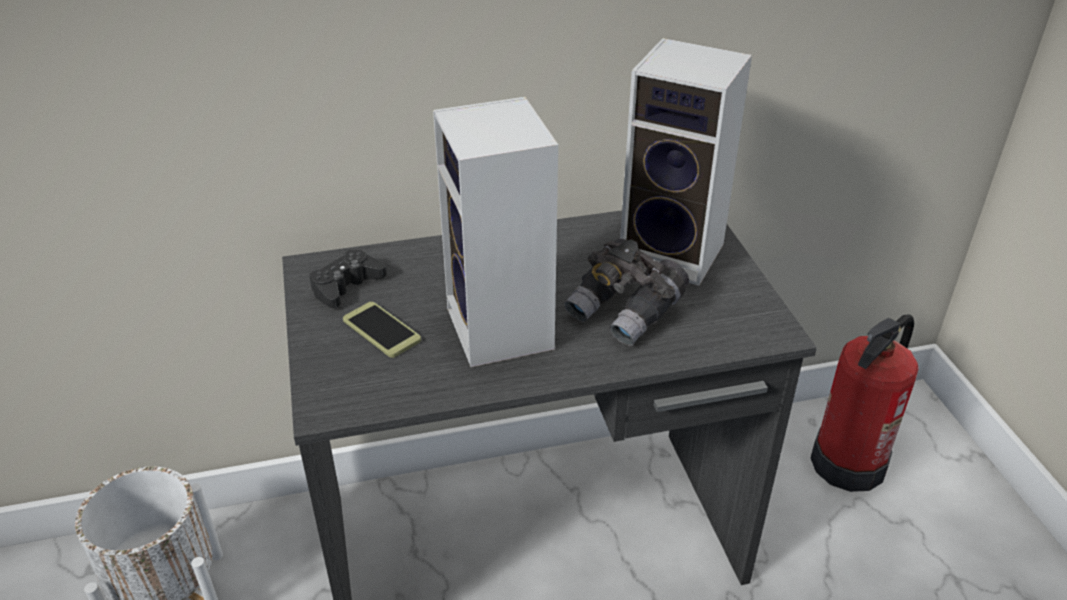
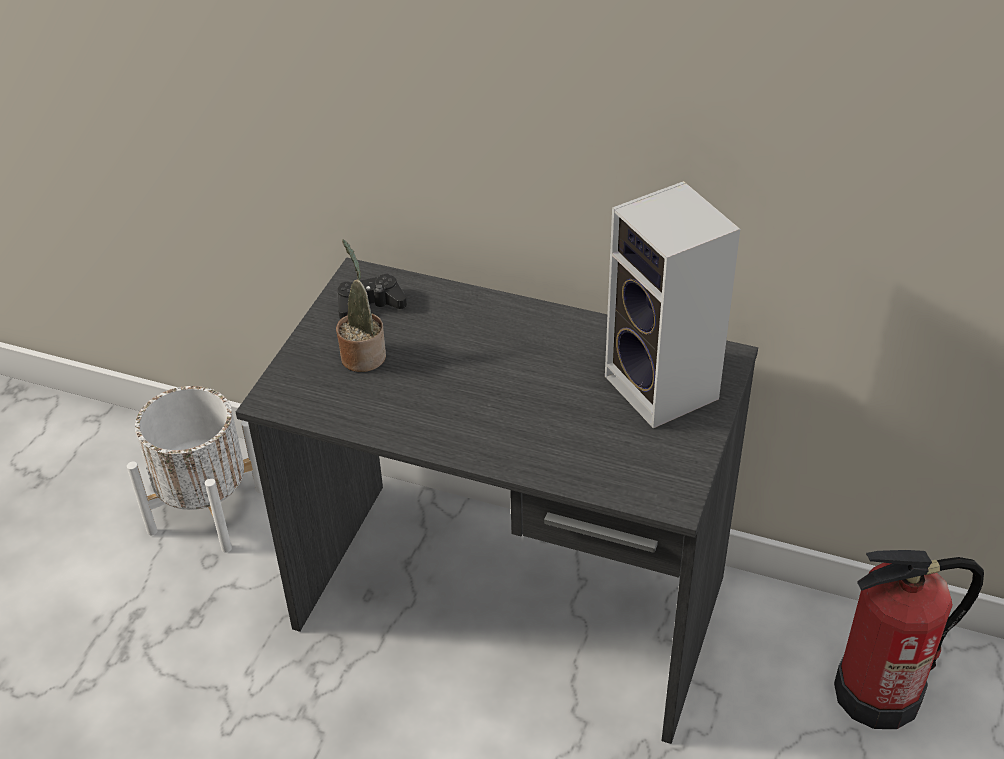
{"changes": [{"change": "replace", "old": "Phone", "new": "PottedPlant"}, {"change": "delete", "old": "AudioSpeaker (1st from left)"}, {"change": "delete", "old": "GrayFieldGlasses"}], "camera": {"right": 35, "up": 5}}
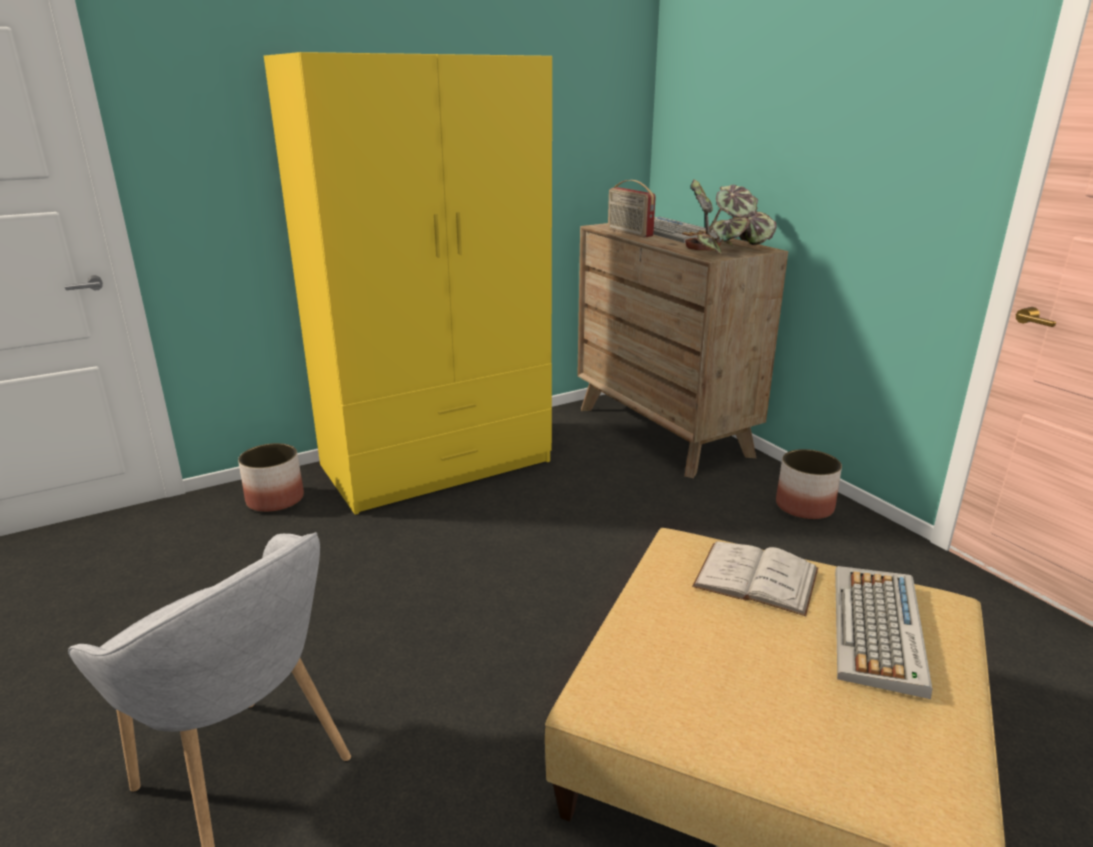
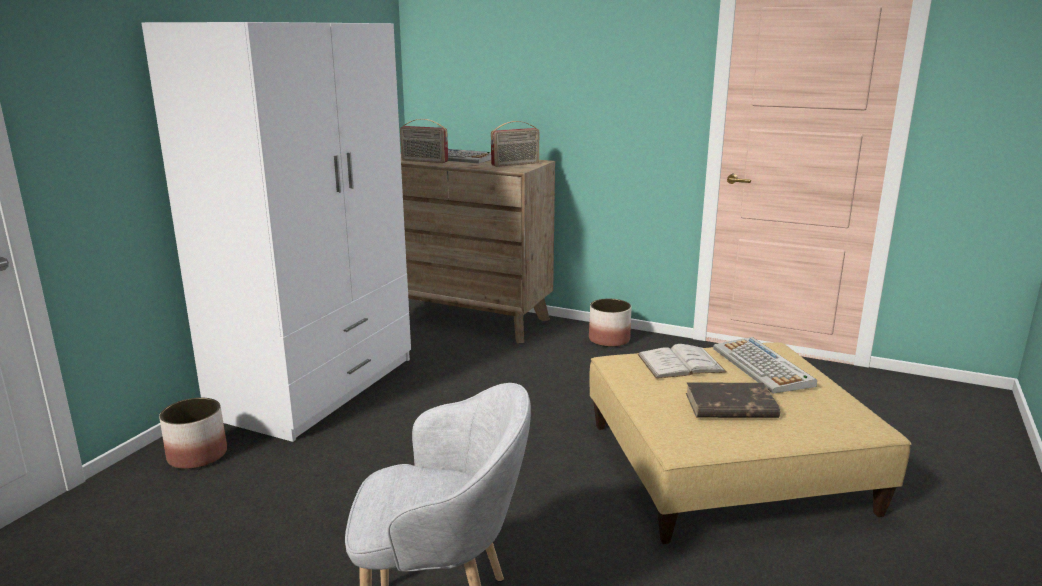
{"changes": [{"change": "recolor", "old": "YellowColouredWardrobe", "new": "WhitishWardrobe"}, {"change": "replace", "old": "PottedPlant", "new": "Radio (2nd from left)"}, {"change": "insert", "new": "BrownColouredBoundBook"}], "camera": {"right": -35, "up": -5}}
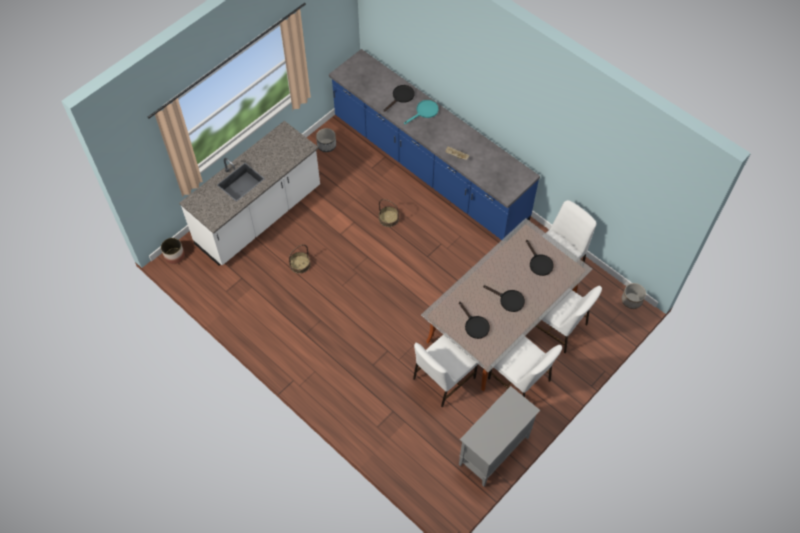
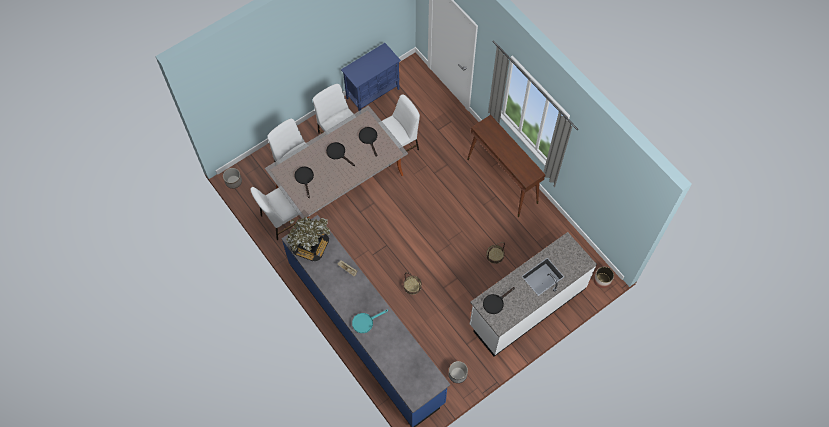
{"changes": [{"change": "insert", "new": "PottedPlant"}, {"change": "recolor", "old": "GrayCabinet", "new": "BlueColouredCabinet"}, {"change": "insert", "new": "BrownColouredHallTable"}, {"change": "move", "old": "BlackPan (1st from left in the first image)", "new": "BlackPan (4th from left)"}], "camera": {"right": -170, "up": 5}}
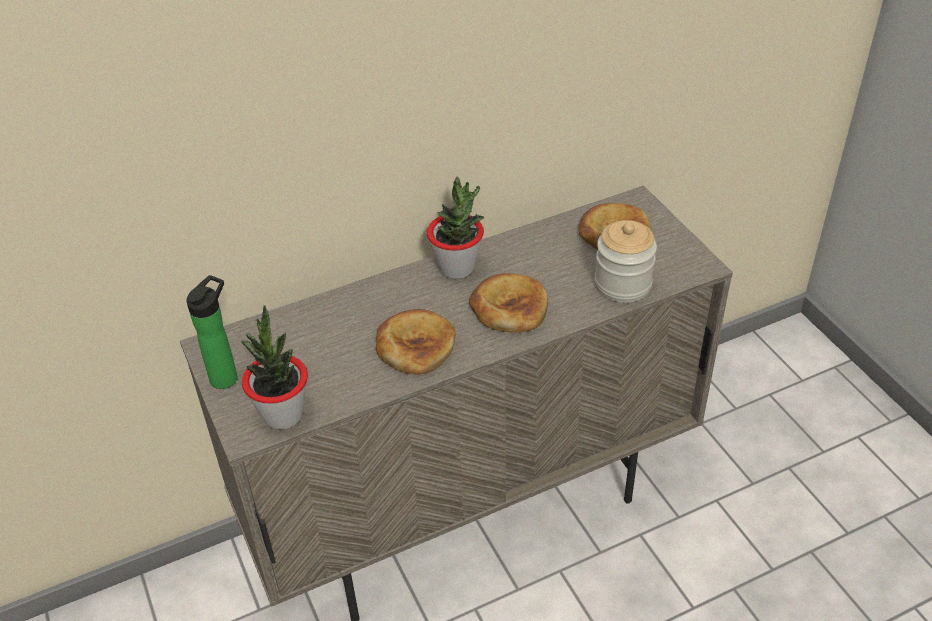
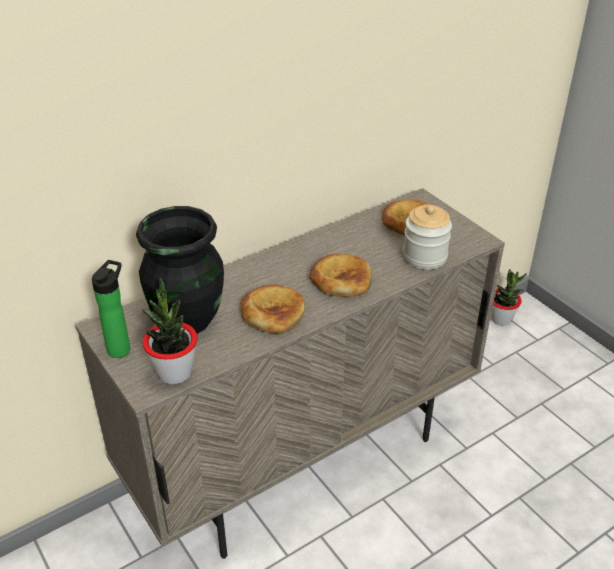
{"changes": [{"change": "insert", "new": "BlackVase"}, {"change": "move", "old": "PottedPlant (2nd from left)"}], "camera": {"right": -10, "up": -5}}
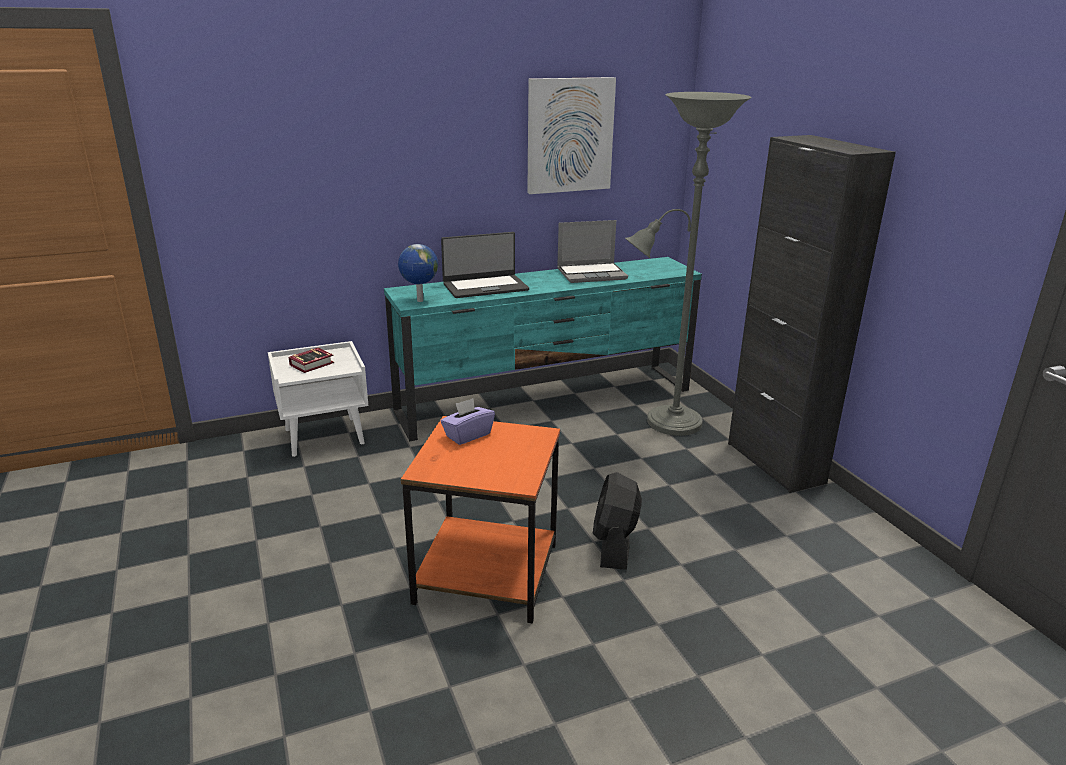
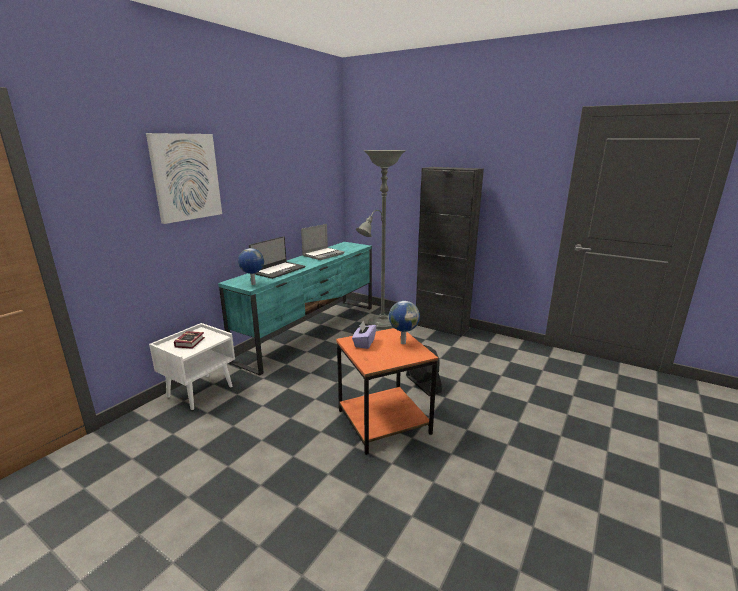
{"changes": [{"change": "move", "old": "Picture"}, {"change": "insert", "new": "WorldGlobe (2nd from left)"}], "camera": {"right": -35, "up": -5}}
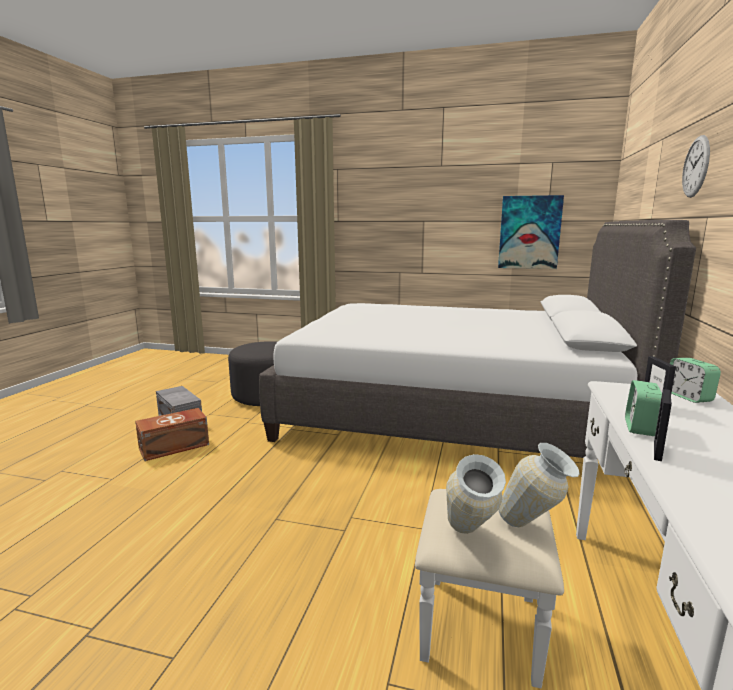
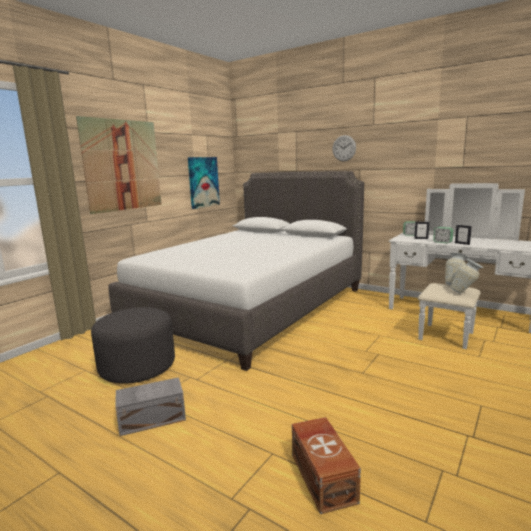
{"changes": [{"change": "insert", "new": "Picture (1st from left)"}, {"change": "move", "old": "BrownColouredStorageBox"}], "camera": {"right": -70, "up": 0}}
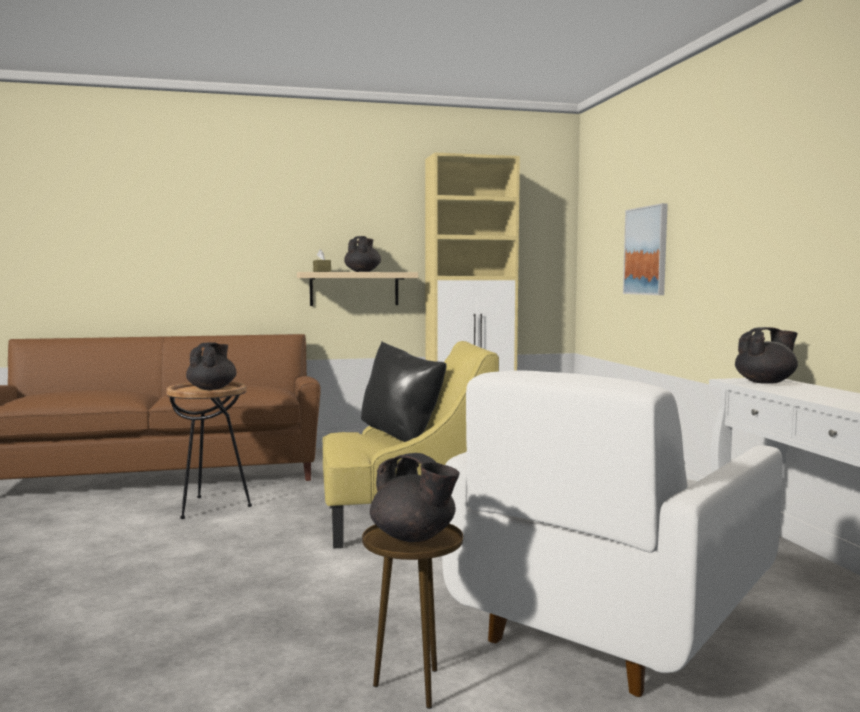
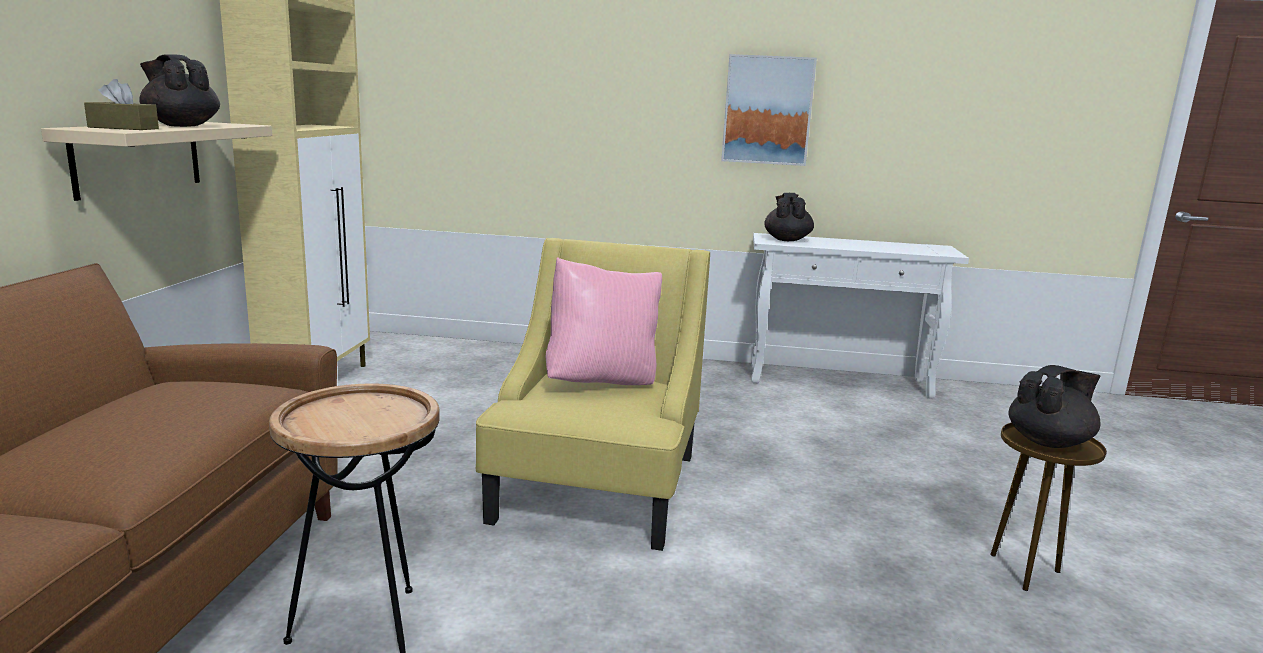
{"changes": [{"change": "recolor", "old": "BlackPillow", "new": "PinkPillow"}, {"change": "move", "old": "Picture"}, {"change": "delete", "old": "BlackPotForTea (1st from left)"}, {"change": "delete", "old": "WhitishArmchair"}], "camera": {"right": -70, "up": 10}}
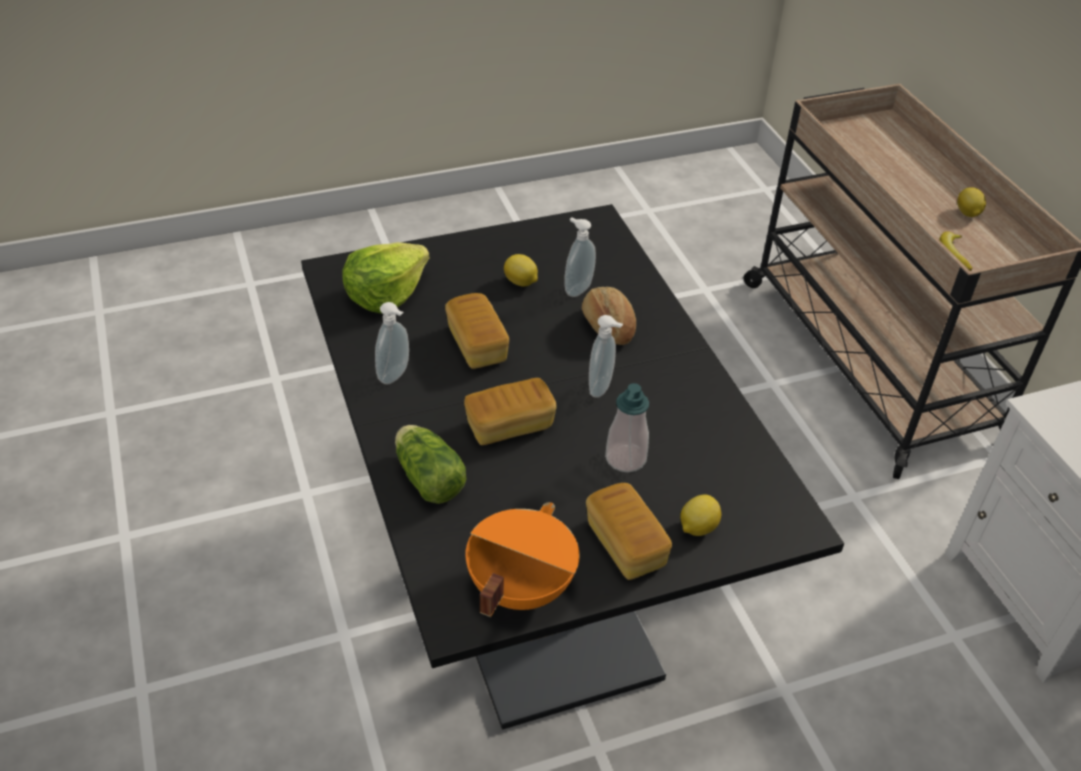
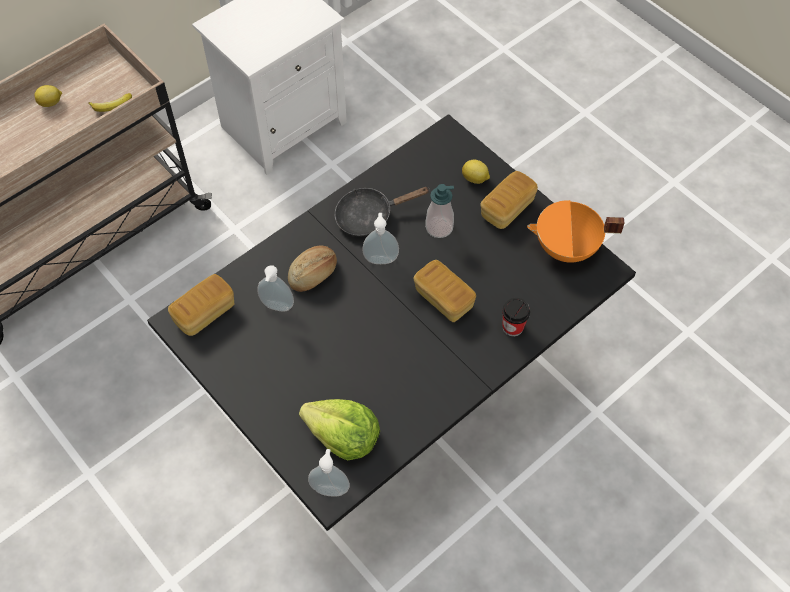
{"changes": [{"change": "move", "old": "BakedBread (1st from left)"}, {"change": "move", "old": "LiquidSoapBottle (1st from left in the first image)", "new": "LiquidSoapBottle (2nd from left)"}, {"change": "insert", "new": "BlackPan"}, {"change": "replace", "old": "Lettuce (2nd from left)", "new": "DrinkingCup"}, {"change": "delete", "old": "CitrusFruit (1st from left)"}], "camera": {"right": -110, "up": 15}}
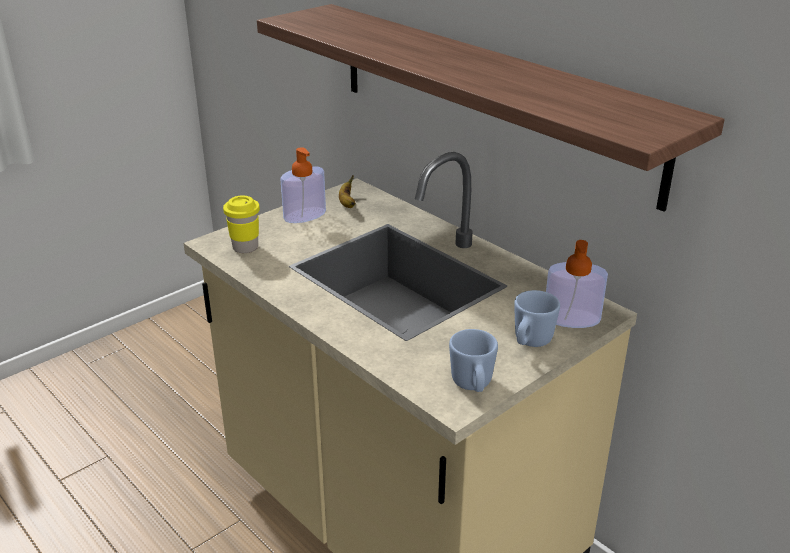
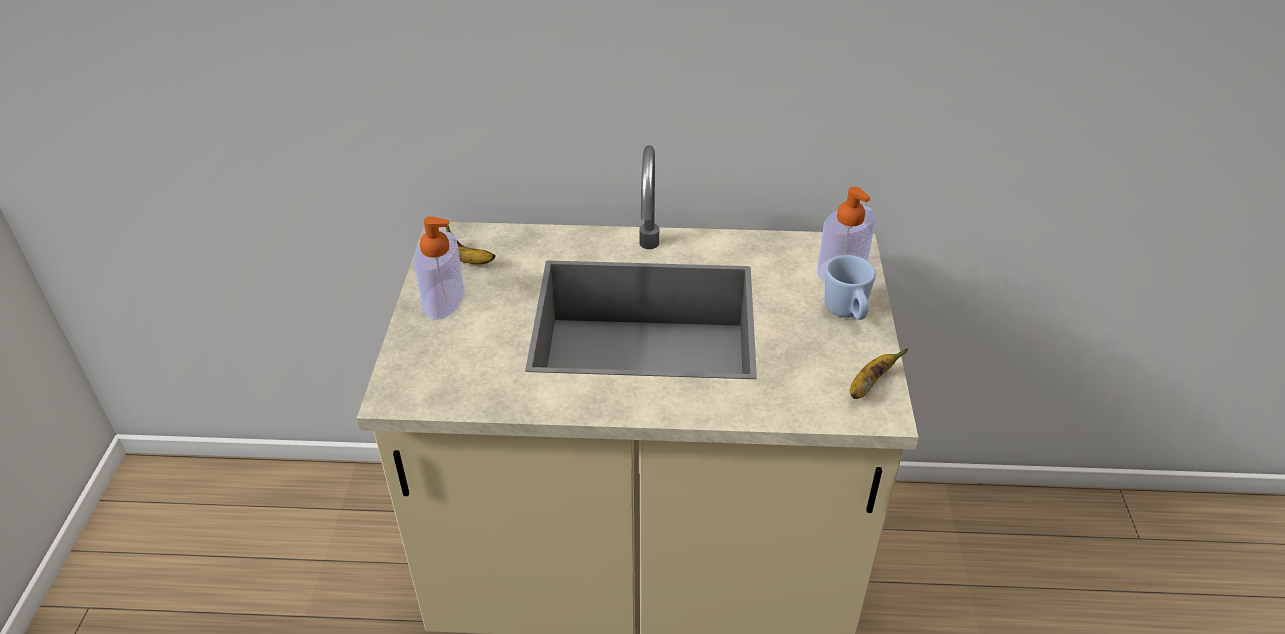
{"changes": [{"change": "replace", "old": "BlueColouredTeaMug (1st from left)", "new": "WholeBanana (2nd from left)"}, {"change": "delete", "old": "YellowColouredDrinkingCup"}, {"change": "delete", "old": "Shelf"}], "camera": {"right": -45, "up": 10}}
